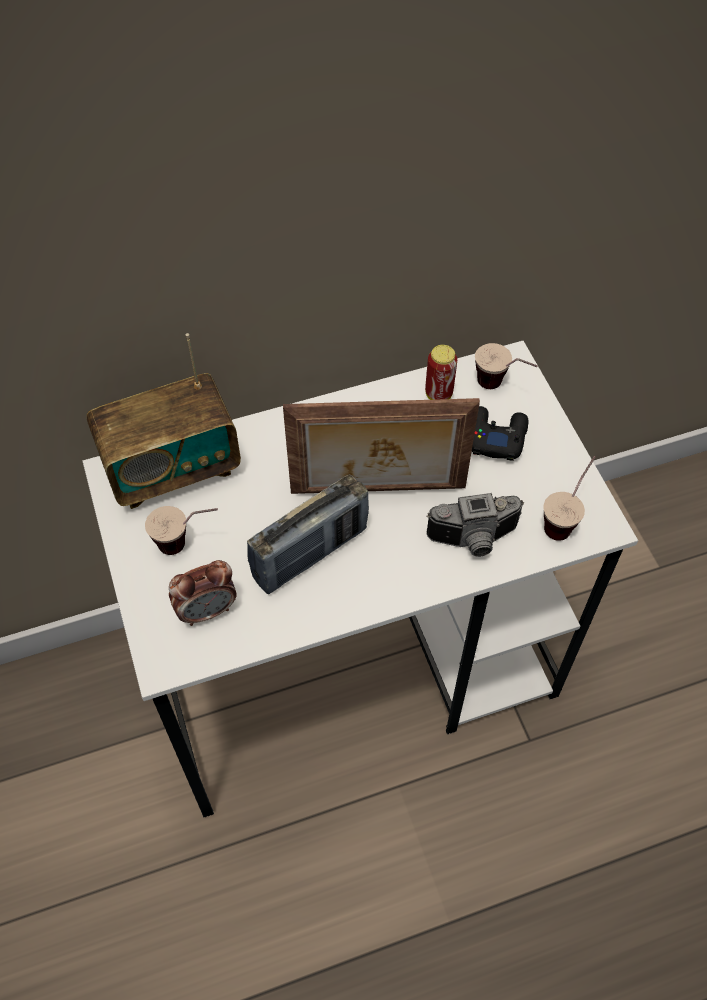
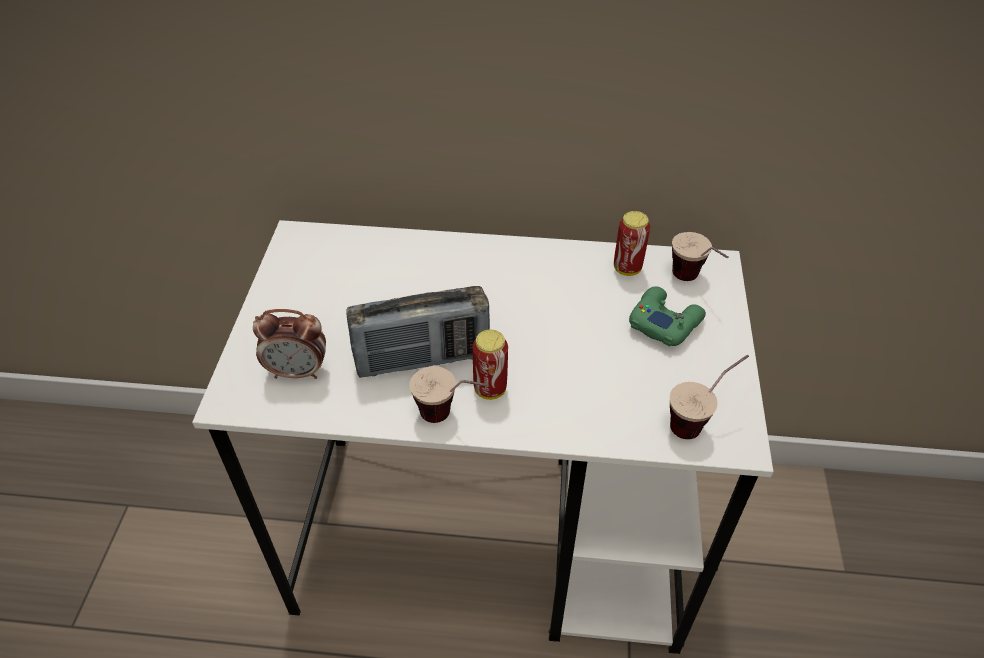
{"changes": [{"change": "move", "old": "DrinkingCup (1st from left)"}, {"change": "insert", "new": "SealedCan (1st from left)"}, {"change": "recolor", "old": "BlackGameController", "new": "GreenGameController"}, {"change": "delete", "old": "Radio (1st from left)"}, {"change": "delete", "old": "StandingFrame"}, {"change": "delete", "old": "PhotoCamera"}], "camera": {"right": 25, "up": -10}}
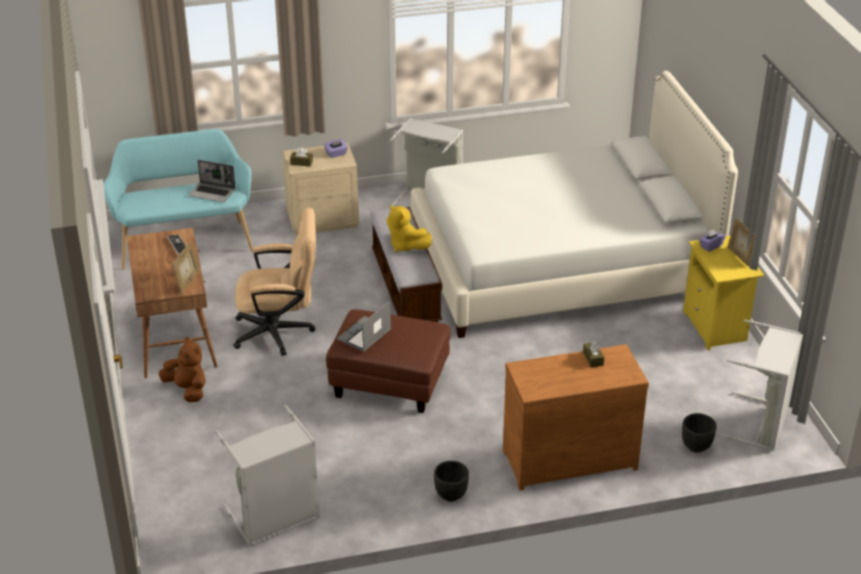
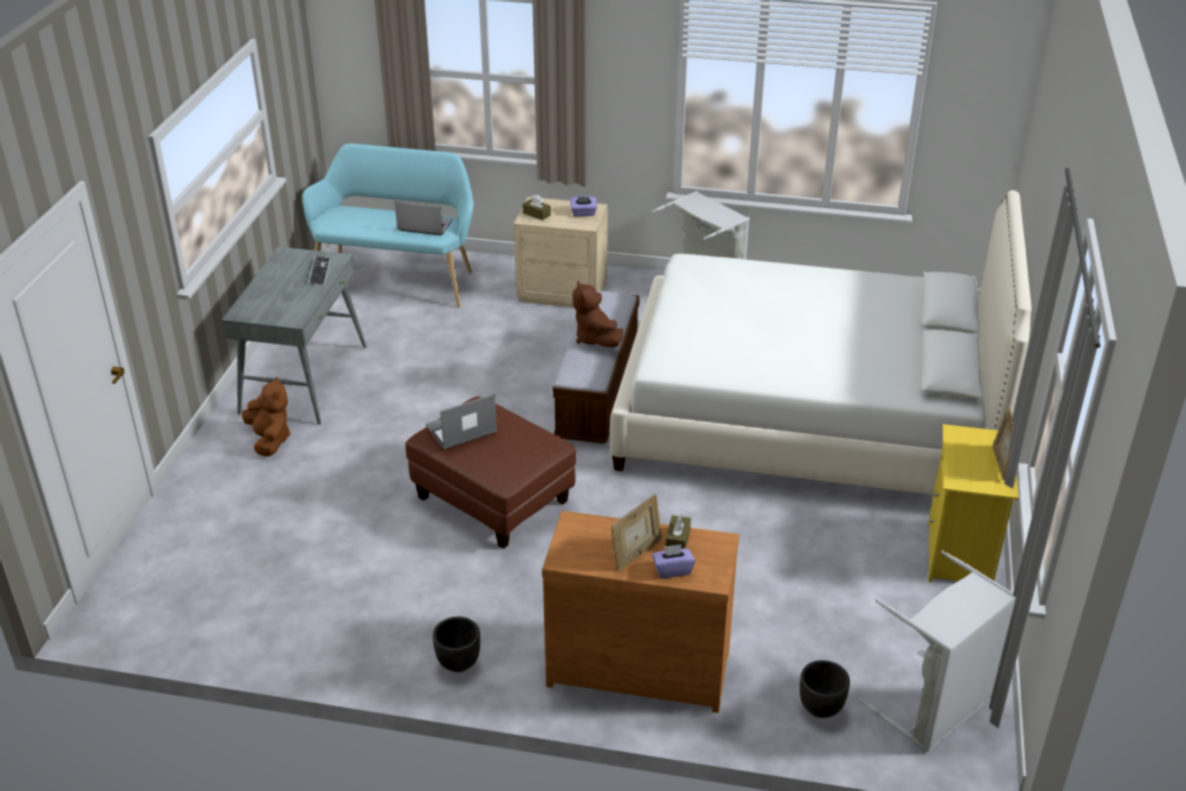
{"changes": [{"change": "recolor", "old": "BrownColouredDeskUnit", "new": "GrayDeskUnit"}, {"change": "rotate", "old": "PortableComputer (1st from left)", "degrees": 150}, {"change": "recolor", "old": "YellowColouredSoftToy", "new": "BrownColouredSoftToy (2nd from left)"}, {"change": "move", "old": "StandingFrame (1st from left)"}, {"change": "move", "old": "PurpleTissueHolder (2nd from left)"}, {"change": "delete", "old": "GrayLaundryBasket (1st from left)"}, {"change": "delete", "old": "BeigeColouredOfficeChair"}], "camera": {"right": 25, "up": 0}}
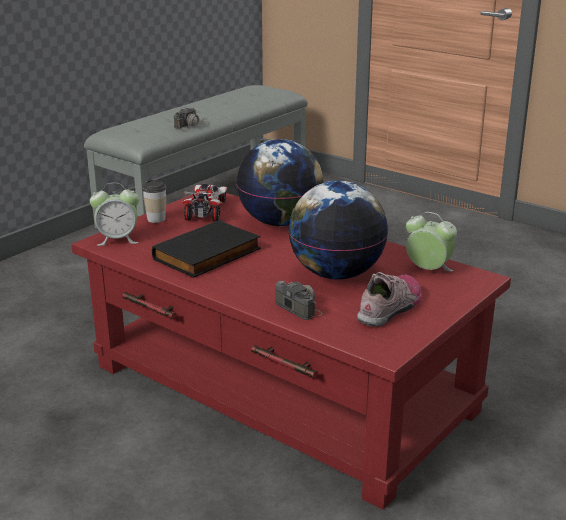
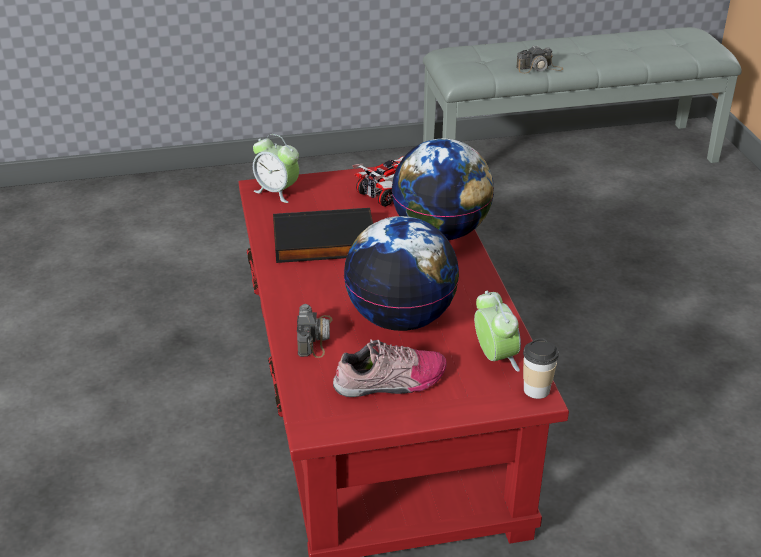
{"changes": [{"change": "move", "old": "DrinkingCup"}], "camera": {"right": 40, "up": 10}}
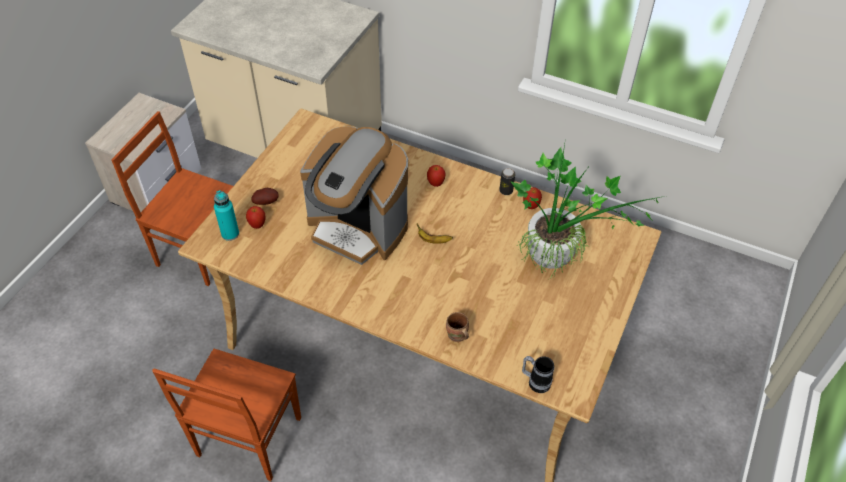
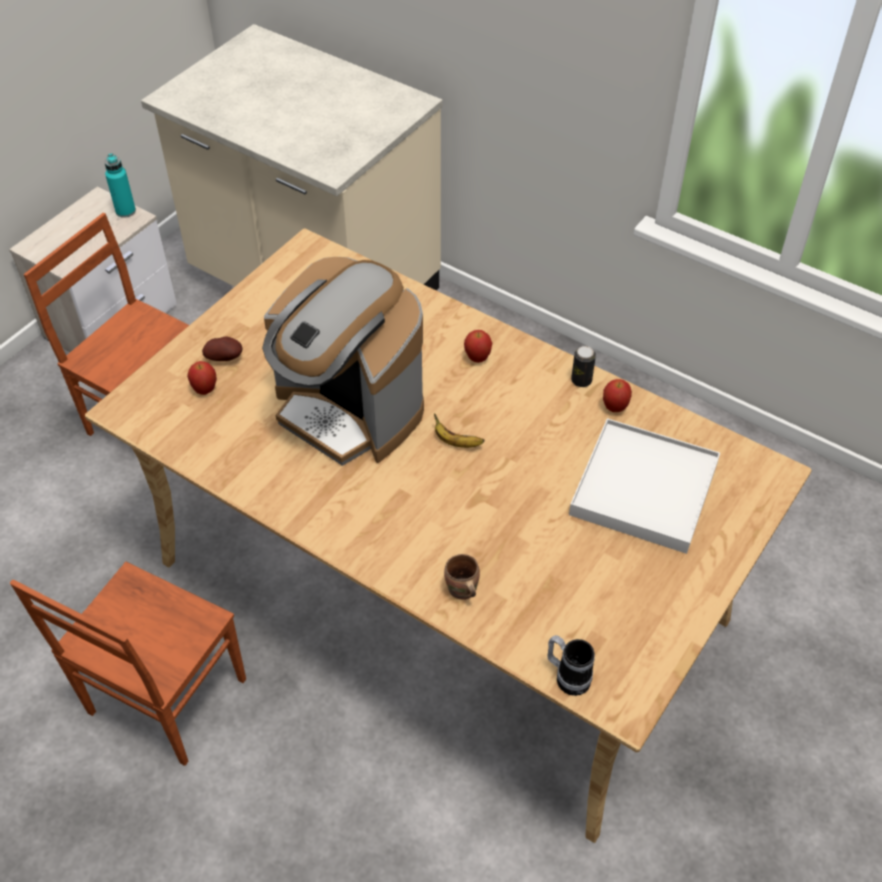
{"changes": [{"change": "move", "old": "TurquoiseBottle"}, {"change": "replace", "old": "PottedPlant", "new": "WhitishServingTray"}], "camera": {"right": 10, "up": 0}}
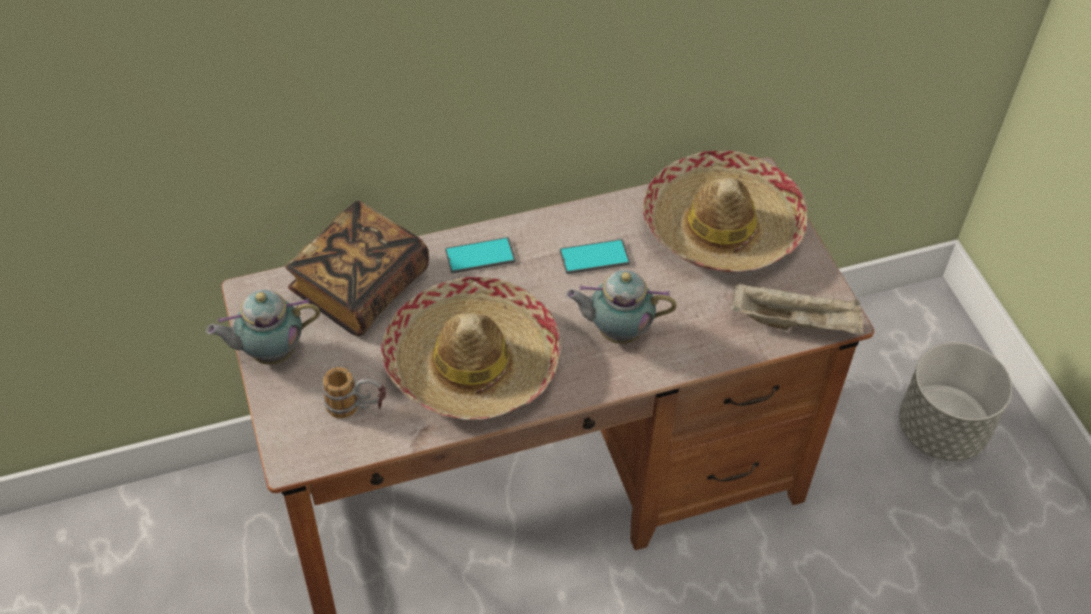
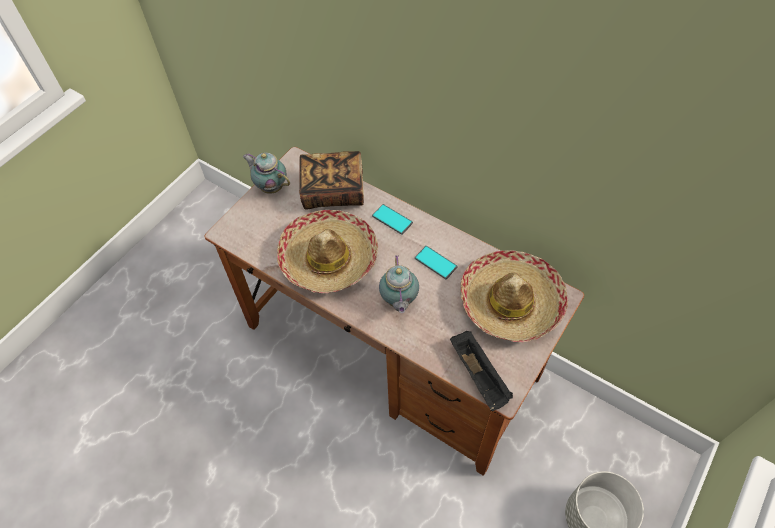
{"changes": [{"change": "rotate", "old": "PotForTea (2nd from left)", "degrees": -150}, {"change": "recolor", "old": "BeigeColouredServingTray", "new": "BlackServingTray"}, {"change": "delete", "old": "TeaMug"}], "camera": {"right": 55, "up": 5}}
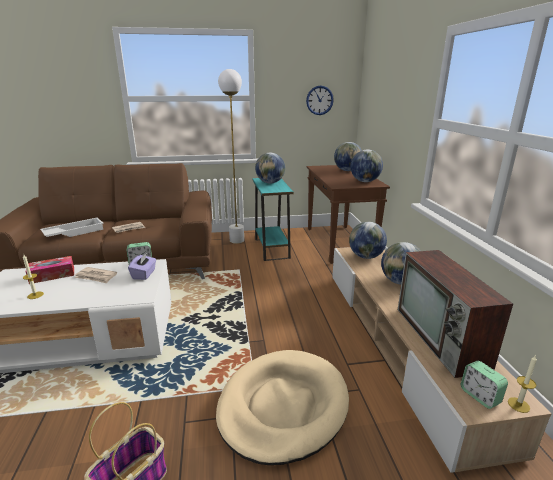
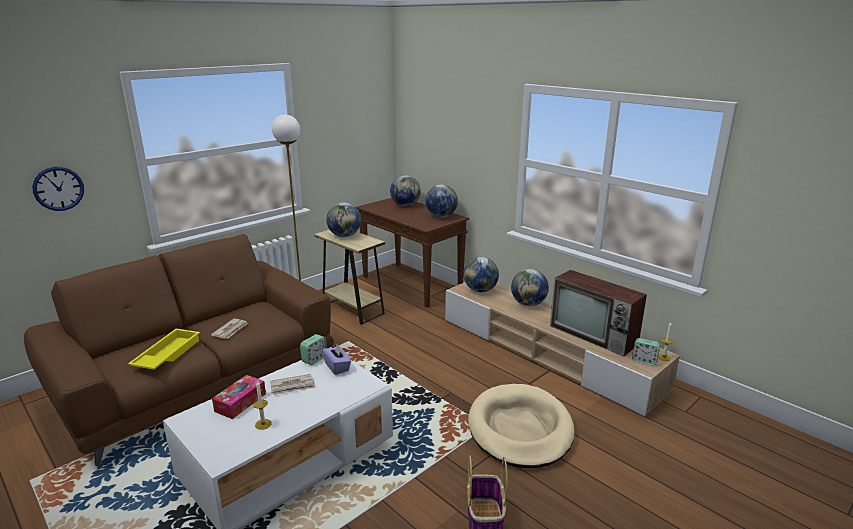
{"changes": [{"change": "move", "old": "HangingClock"}, {"change": "recolor", "old": "WhitishServingTray", "new": "YellowColouredServingTray"}, {"change": "recolor", "old": "TurquoiseAccentTable", "new": "BeigeColouredAccentTable"}], "camera": {"right": -35, "up": 0}}
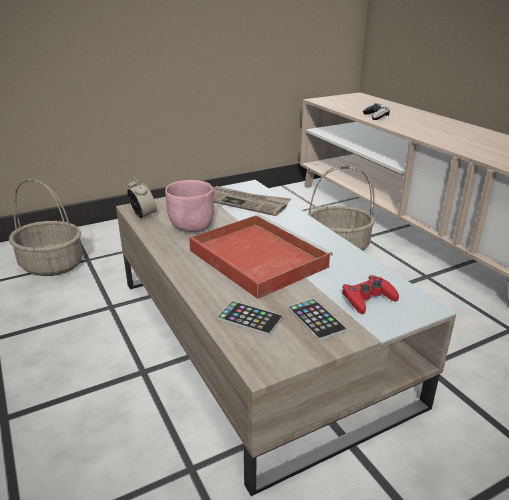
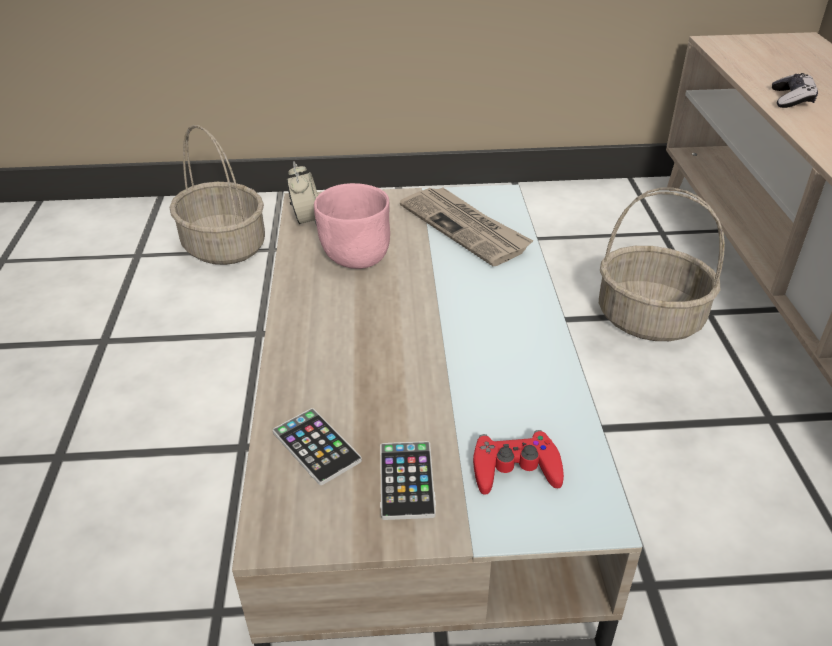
{"changes": [{"change": "delete", "old": "RedServingTray"}], "camera": {"right": 25, "up": 10}}
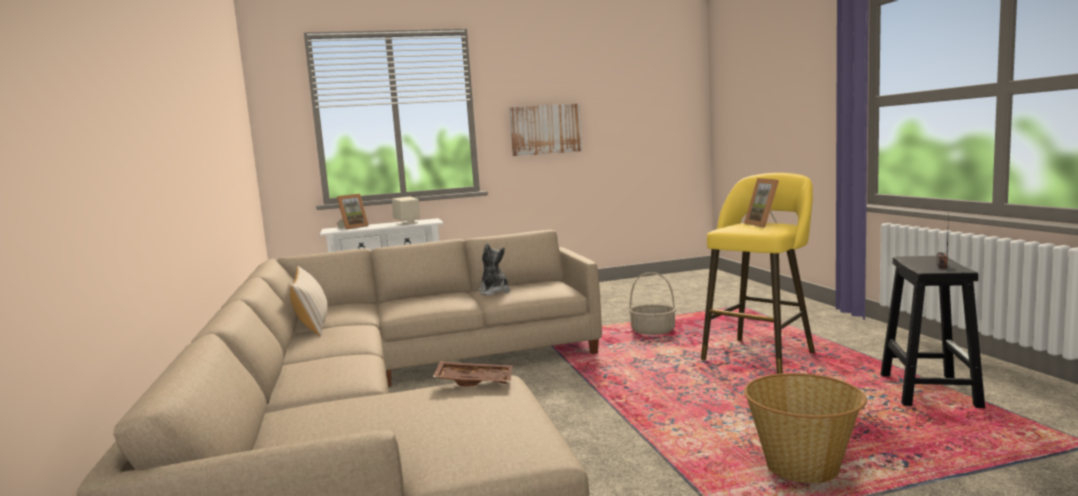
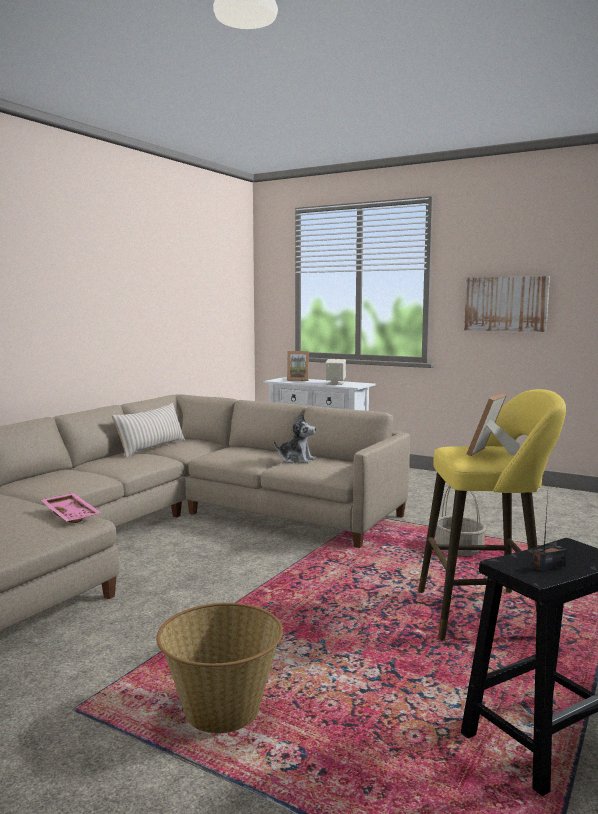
{"changes": [{"change": "recolor", "old": "BrownColouredServingTray", "new": "PinkServingTray"}, {"change": "rotate", "old": "SoftToy", "degrees": 90}], "camera": {"right": 45, "up": 0}}
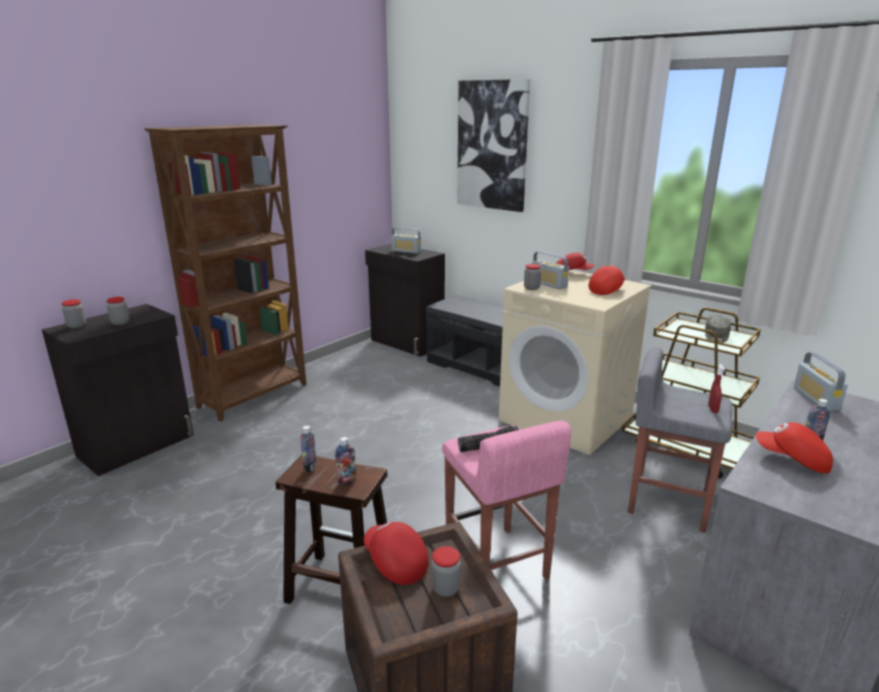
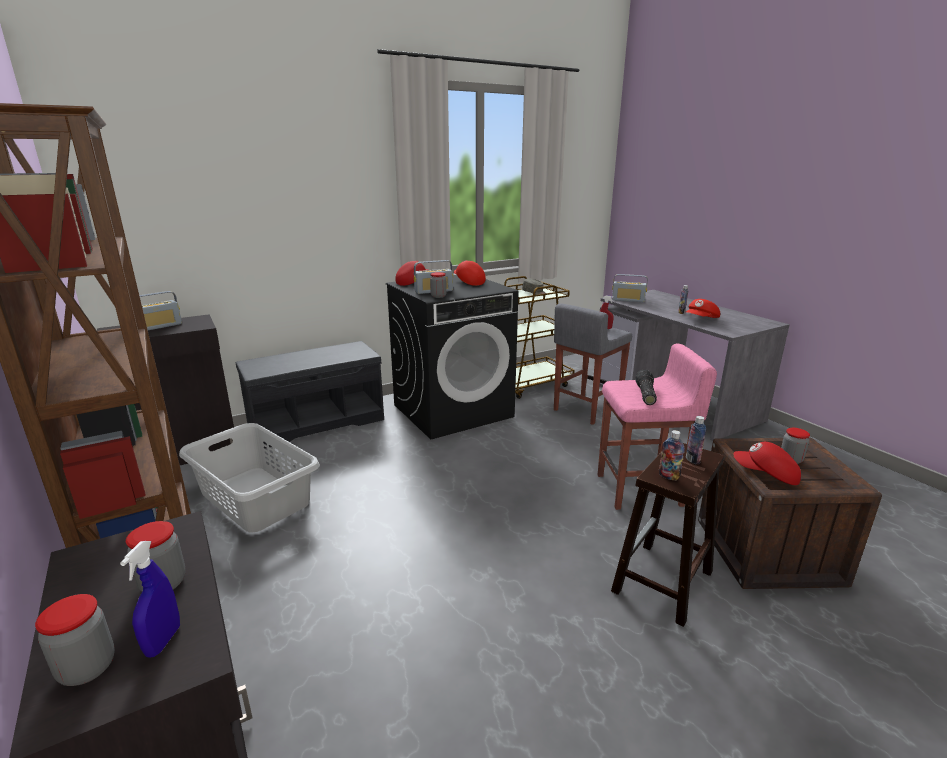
{"changes": [{"change": "insert", "new": "BlueColouredSprayer"}, {"change": "insert", "new": "GrayLaundryBasket"}, {"change": "recolor", "old": "BeigeColouredWashingMachine", "new": "BlackWashingMachine"}, {"change": "rotate", "old": "RedCap (1st from left in the first image)", "degrees": 45}, {"change": "delete", "old": "Picture"}], "camera": {"right": -70, "up": 0}}
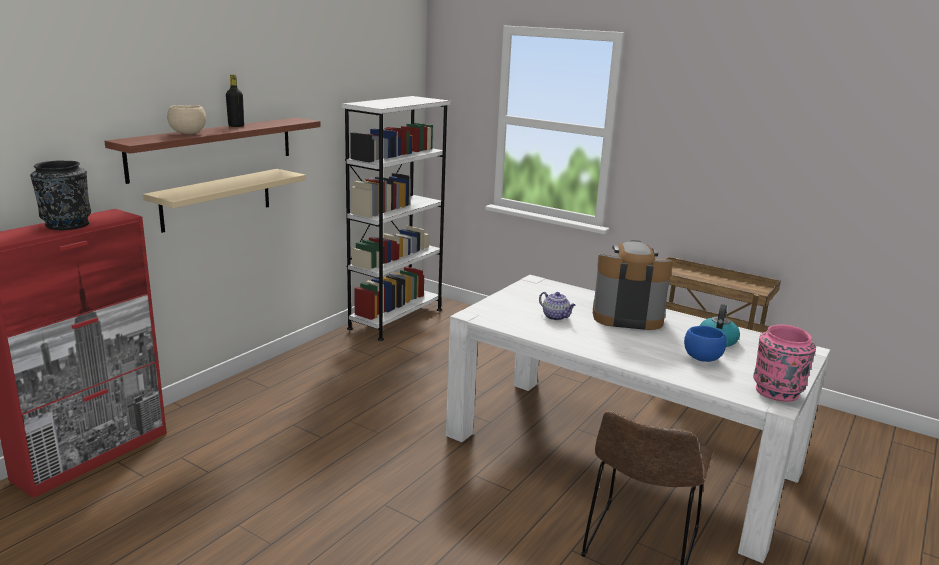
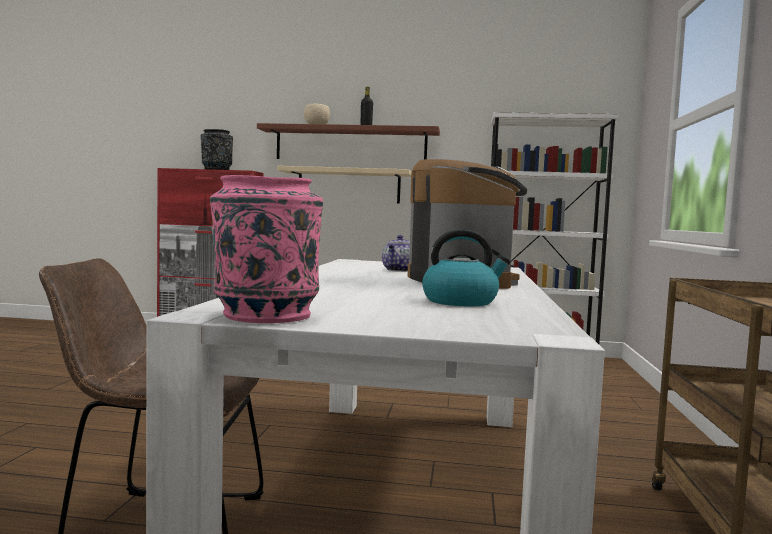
{"changes": [{"change": "delete", "old": "BlueColouredDeepDish"}], "camera": {"right": 65, "up": -15}}
